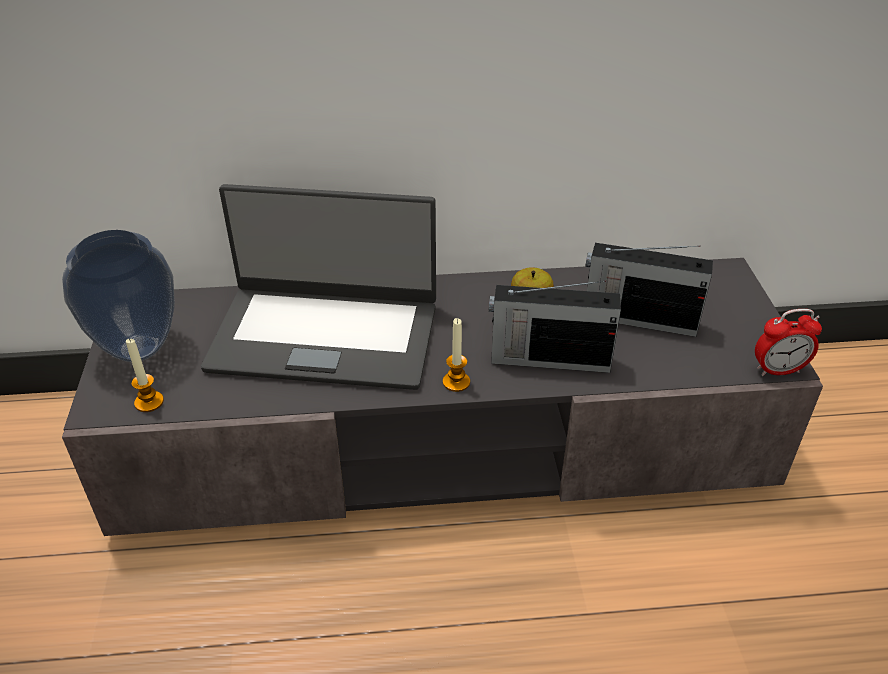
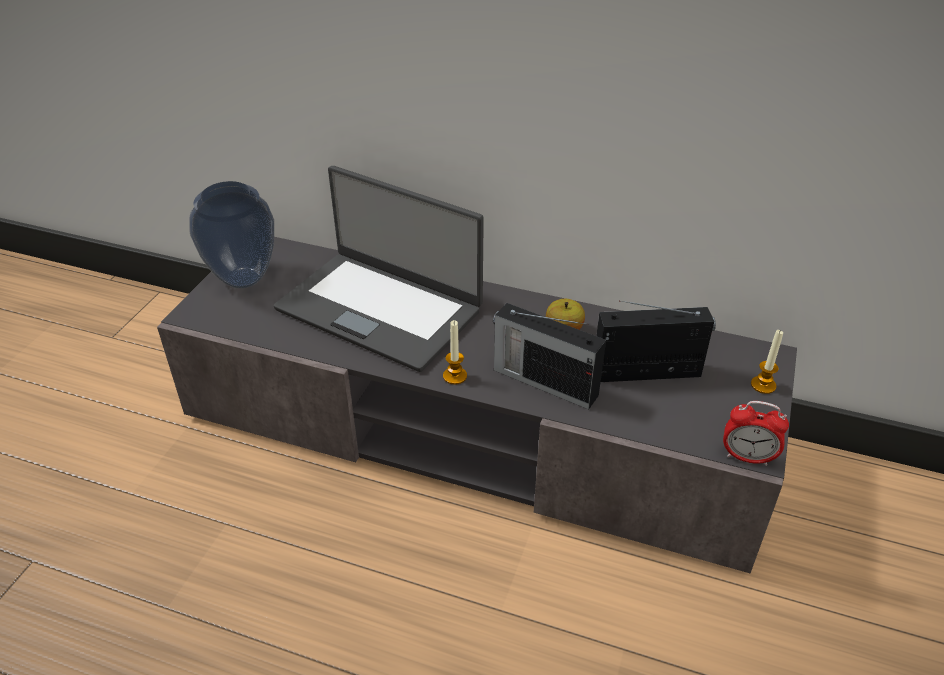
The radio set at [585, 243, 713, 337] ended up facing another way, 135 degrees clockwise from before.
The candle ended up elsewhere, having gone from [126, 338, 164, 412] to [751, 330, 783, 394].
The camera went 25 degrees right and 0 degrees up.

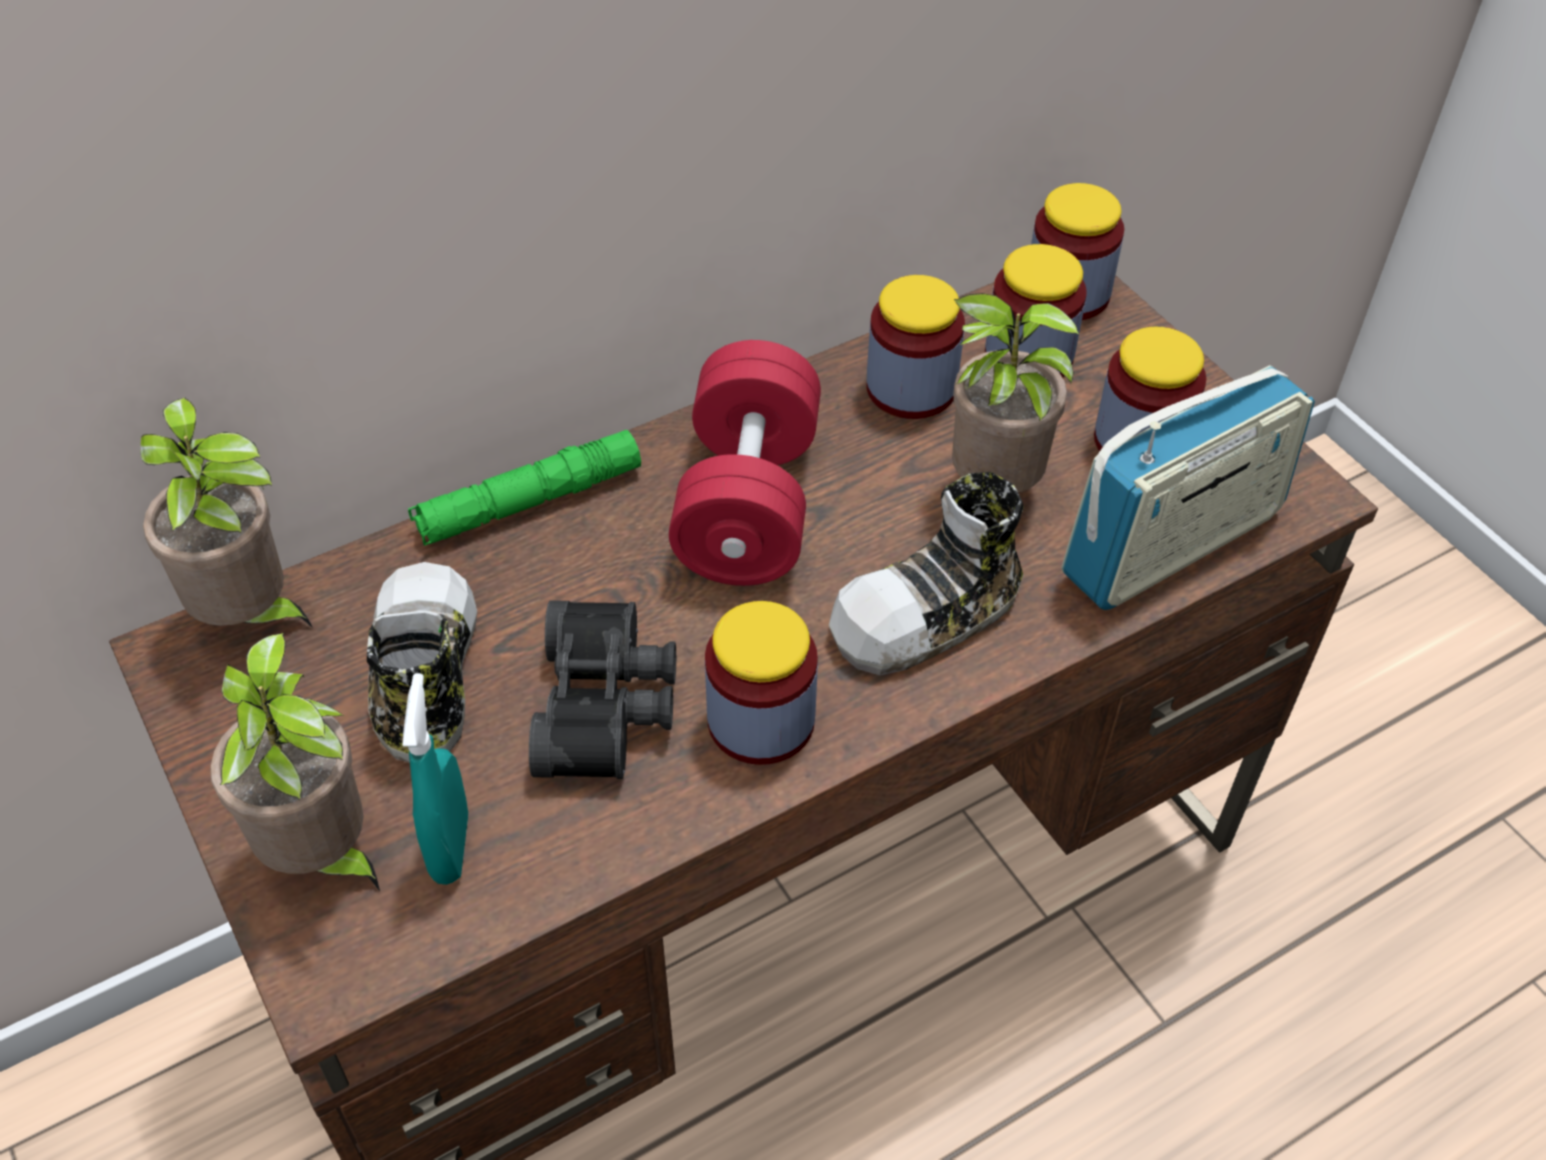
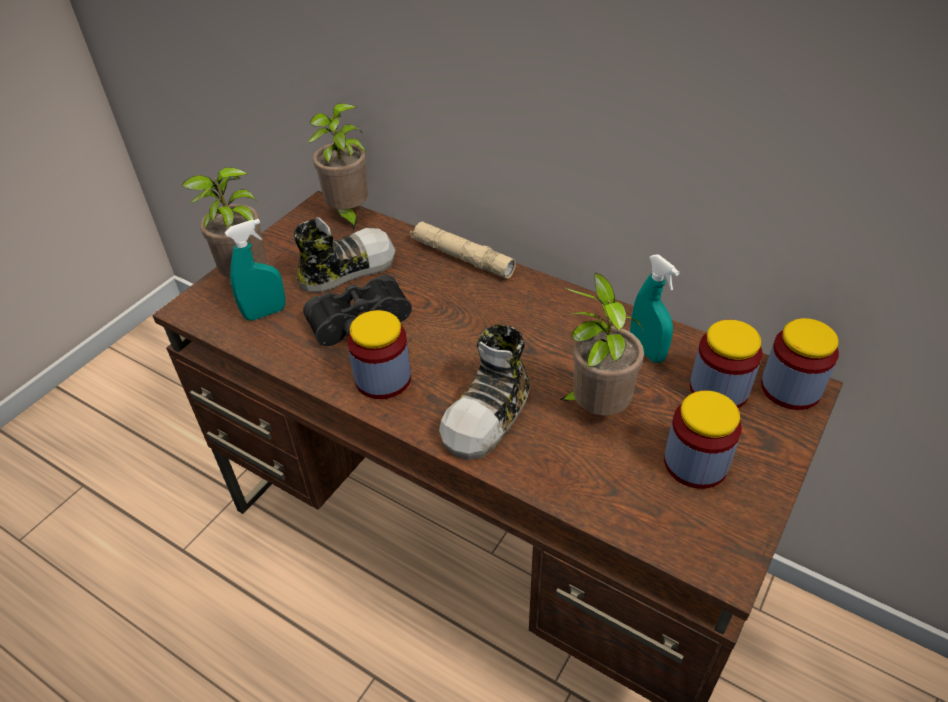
Where the jar stood at [866, 275, 965, 419], the turquoise-coloured sprayer came to stand at [630, 255, 680, 363].
The second view lost the red dumbbell at [669, 340, 821, 586].
The second view lost the radio set at [1061, 365, 1315, 610].
What was the green torch at [408, 430, 641, 546] turned into the sand-coloured torch at [410, 221, 516, 279].
The low shoe at [829, 472, 1024, 675] ended up facing another way, 90 degrees counterclockwise from before.
The camera went 65 degrees right and 5 degrees down.

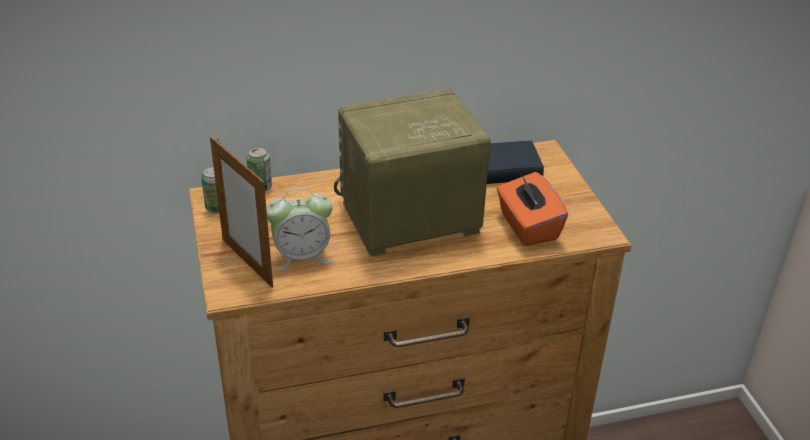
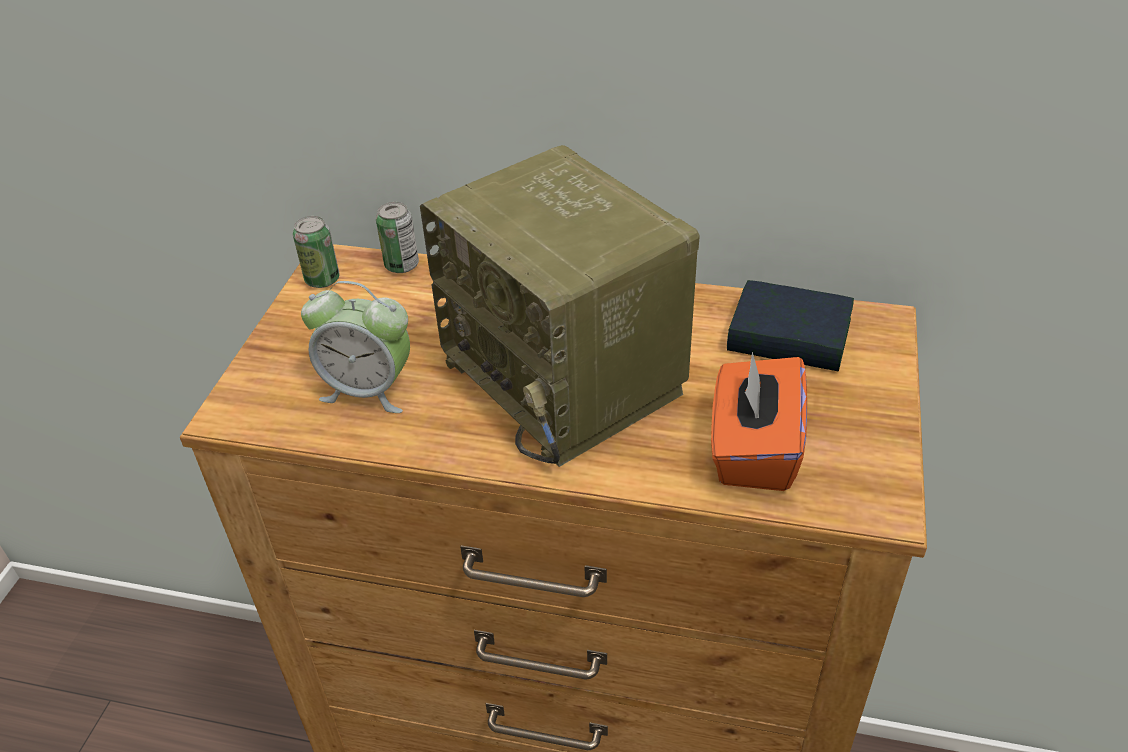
The radio set at [334, 89, 491, 257] ended up facing another way, 135 degrees counterclockwise from before.
The second view lost the photo frame at [210, 137, 273, 288].
The camera went 30 degrees right and 5 degrees up.

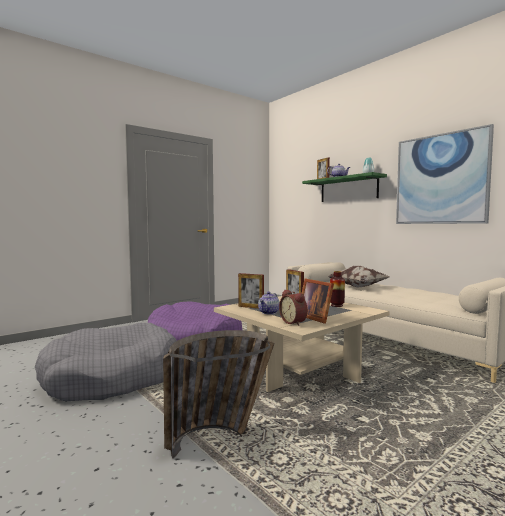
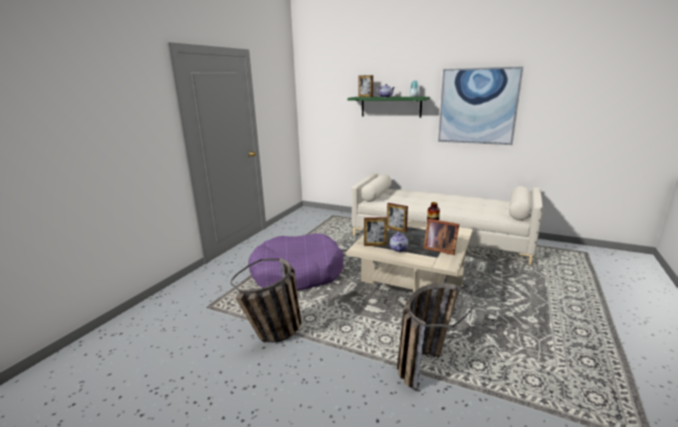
The second view lost the pillow at [329, 265, 389, 288].
The second view lost the table clock at [279, 290, 308, 326].
Where the grey dog bed stood at [35, 323, 177, 401], the storage basket came to stand at [231, 258, 302, 343].
The camera went 25 degrees left and 15 degrees up.

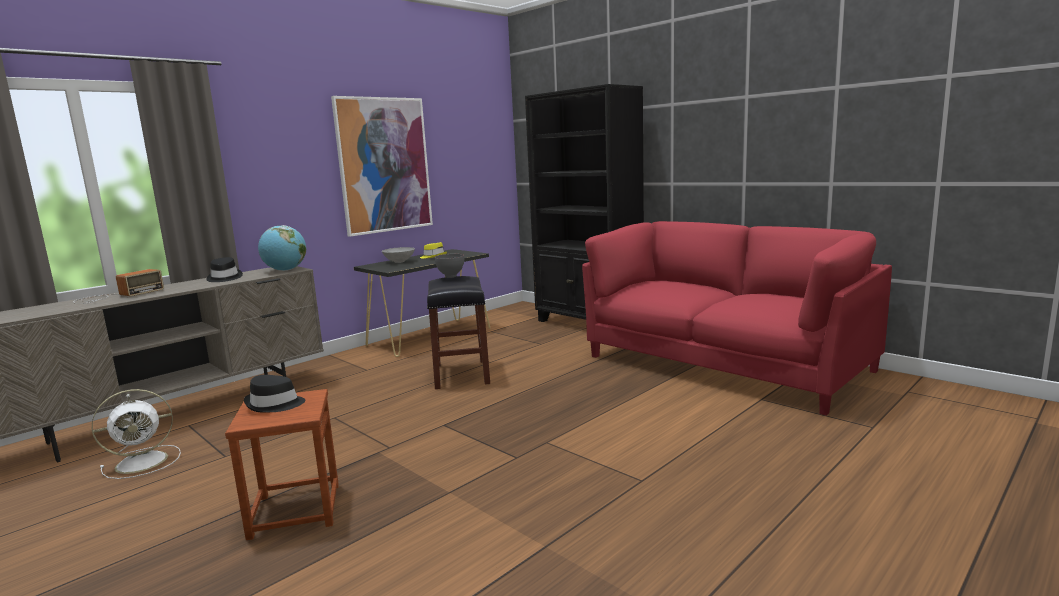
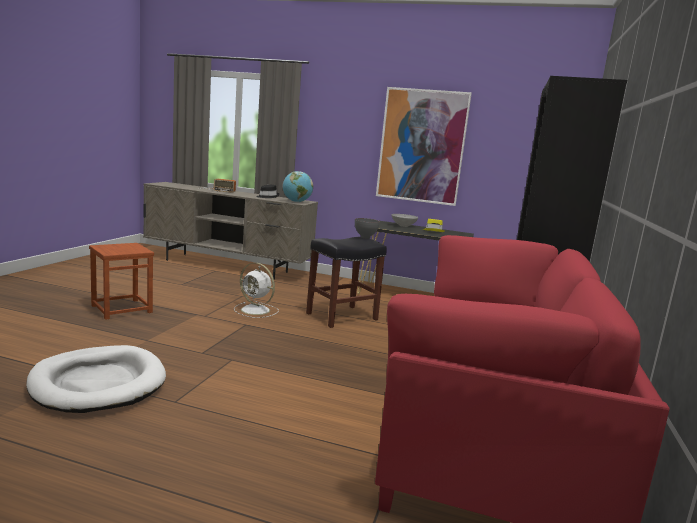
The second view lost the black-coloured wearable hat at [244, 375, 305, 412].
The whitish electric fan ended up elsewhere, having gone from [92, 389, 181, 479] to [234, 263, 279, 318].
The second view gained the whitish dog bed at [26, 345, 166, 413].
The camera went 60 degrees right and 0 degrees up.

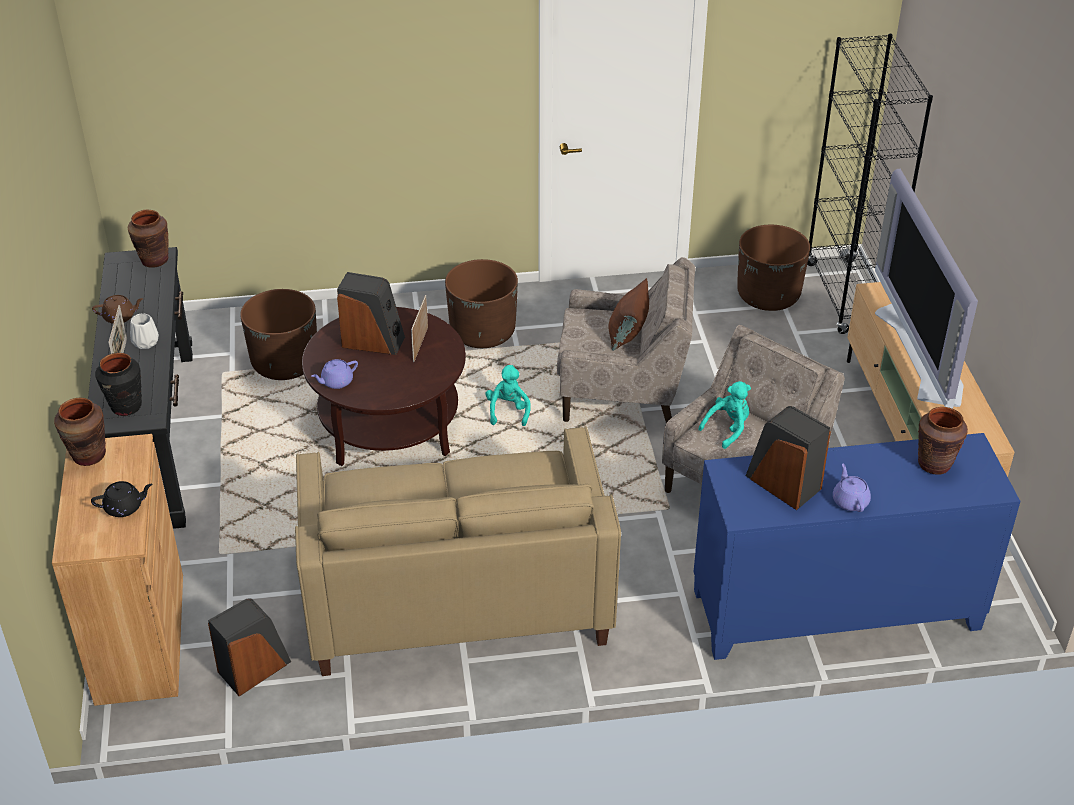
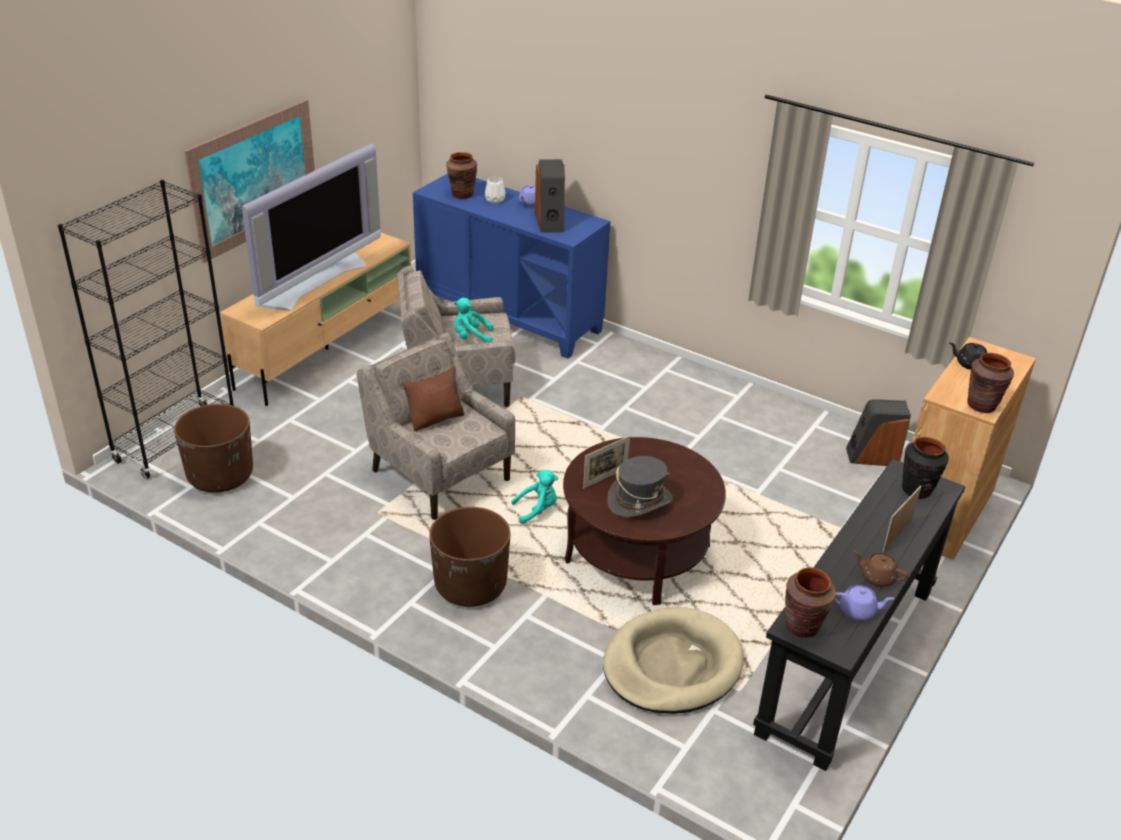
Where the loudspeaker stood at [337, 272, 405, 355], the grey wearable hat came to stand at [607, 456, 673, 517].
Where the brown plant pot stood at [240, 289, 317, 380], the sand-coloured dog bed came to stand at [603, 607, 744, 714].
The whitish flower vase ended up elsewhere, having gone from [130, 314, 159, 349] to [485, 177, 505, 203].
The purple pot for tea ended up elsewhere, having gone from [311, 359, 358, 389] to [834, 585, 894, 620].
The turquoise-coloured cuddly toy at [485, 365, 531, 426] ended up facing another way, 150 degrees counterclockwise from before.
The second view lost the sand-coloured settee at [295, 426, 621, 676].
The second view gained the picture at [184, 100, 315, 263].
The camera went 140 degrees left and 5 degrees down.

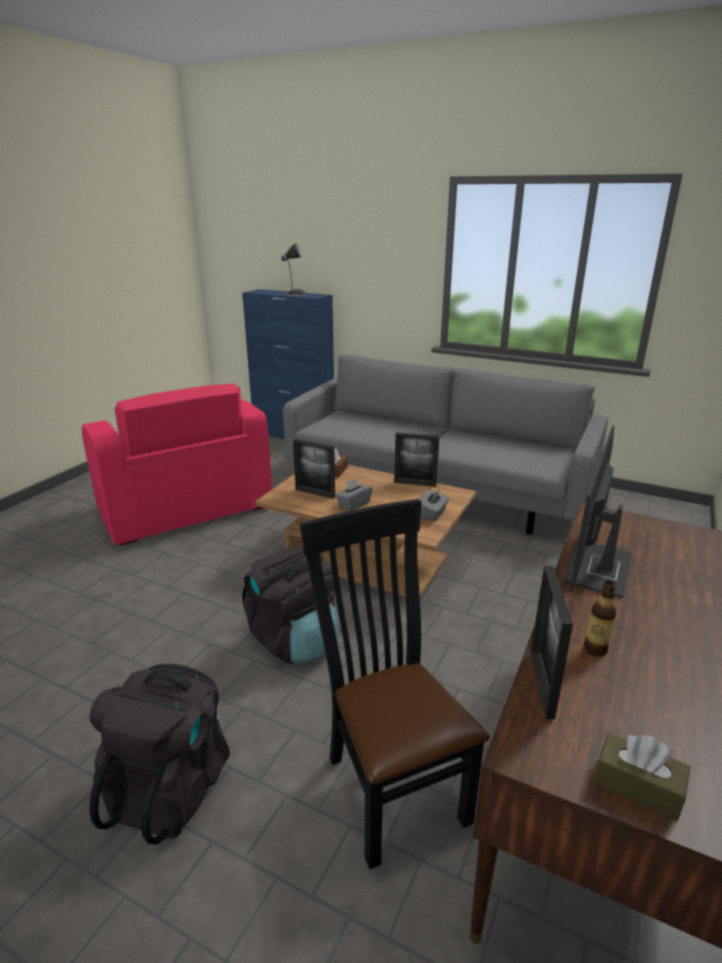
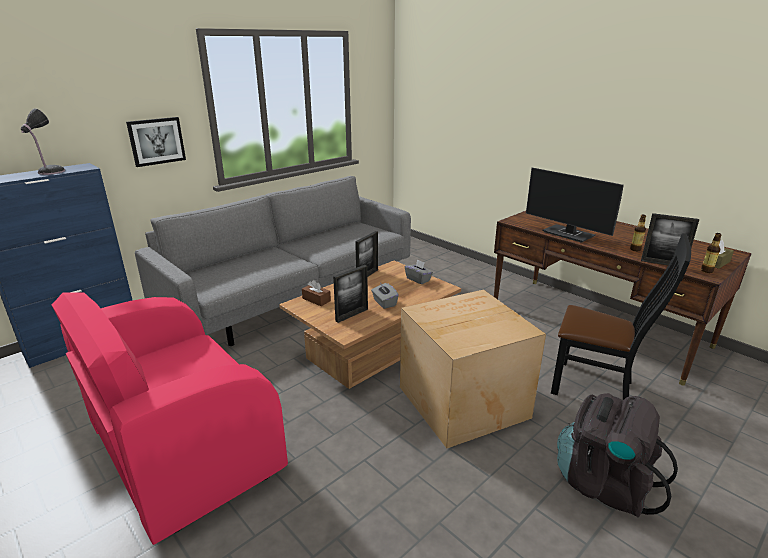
The pink easy chair at [82, 383, 272, 545] ended up facing another way, 150 degrees clockwise from before.
The black-coloured plain chair at [299, 499, 490, 869] ended up facing another way, 150 degrees counterclockwise from before.
Where the black-coloured rucksack stood at [242, 545, 339, 664], the cardboard box came to stand at [400, 289, 546, 448].
The second view gained the picture at [126, 117, 186, 167].
The second view gained the bottle at [701, 233, 722, 273].
The camera went 70 degrees left and 0 degrees up.

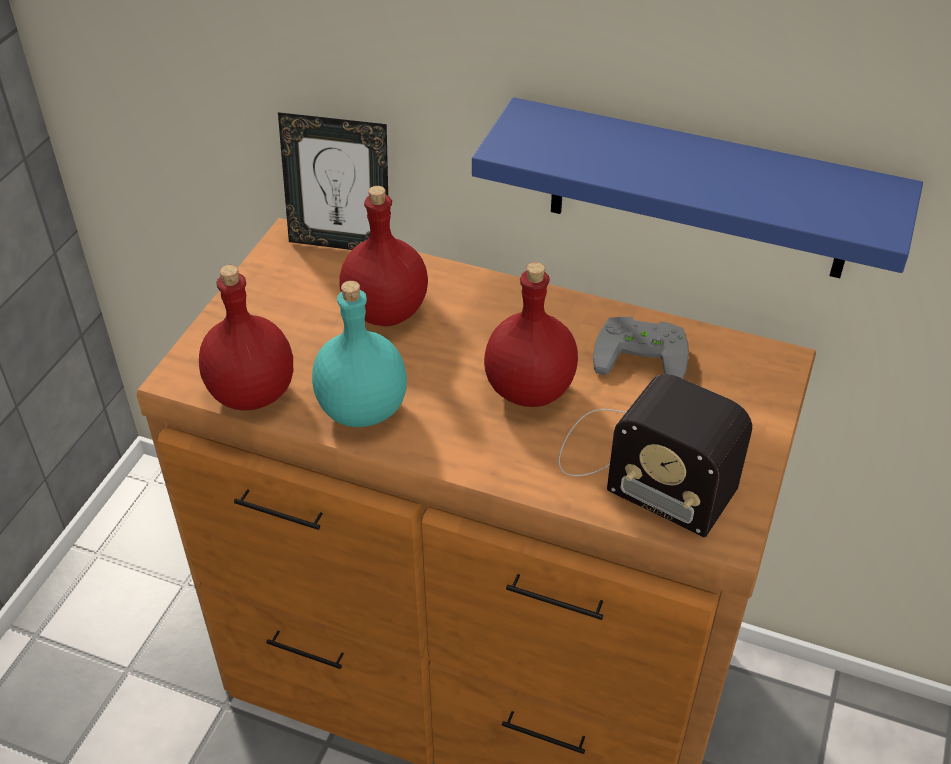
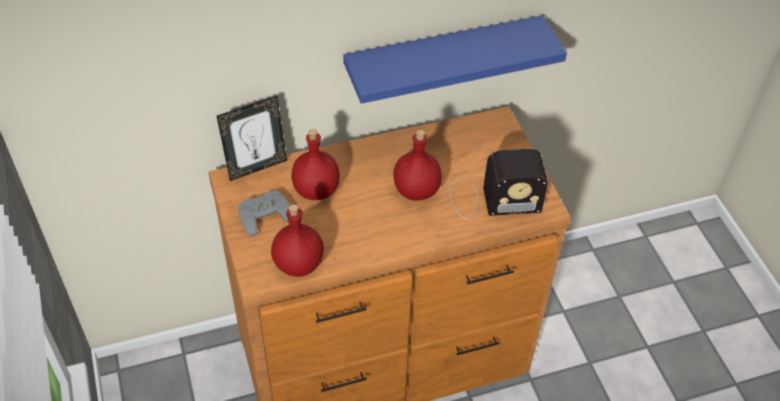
The second view lost the turquoise-coloured bottle at [312, 281, 407, 427].
The grey gamepad ended up elsewhere, having gone from [593, 317, 689, 379] to [238, 191, 290, 237].
The camera went 40 degrees left and 5 degrees up.

